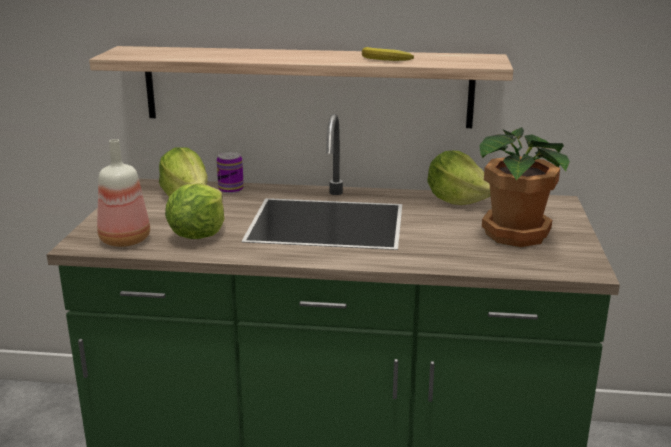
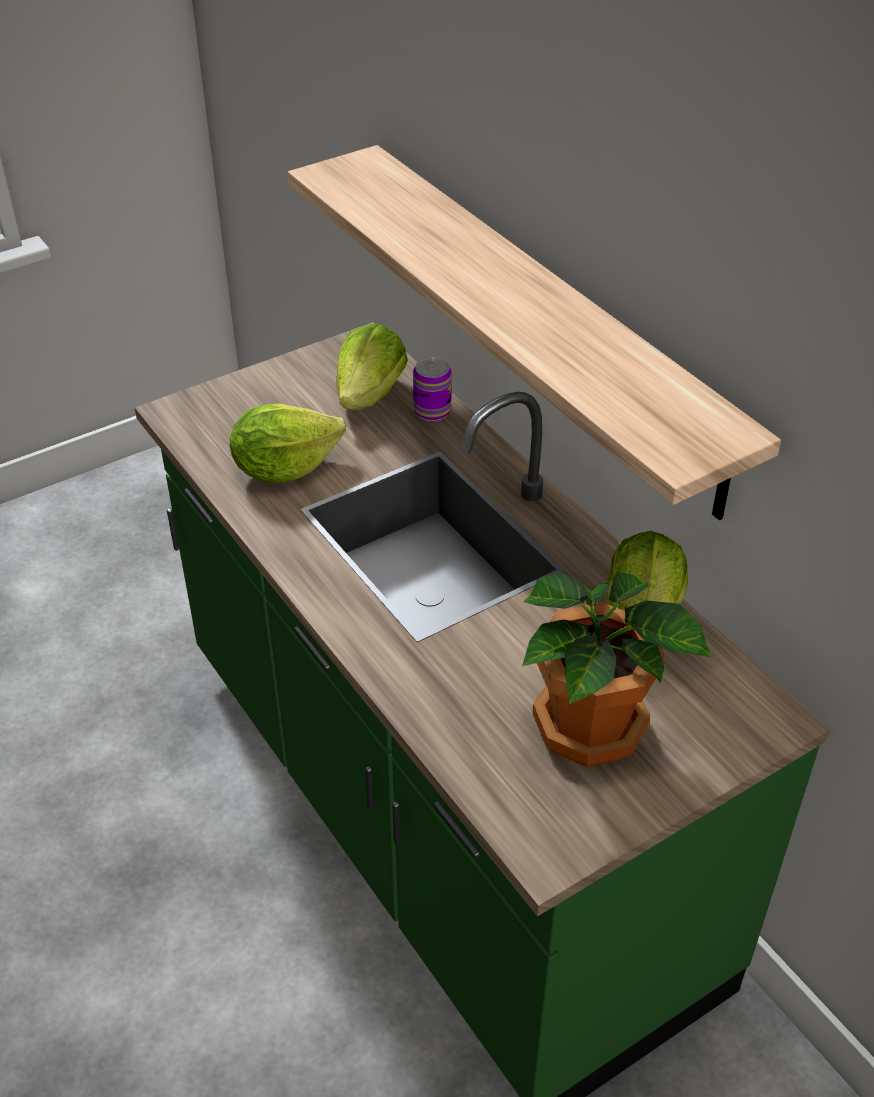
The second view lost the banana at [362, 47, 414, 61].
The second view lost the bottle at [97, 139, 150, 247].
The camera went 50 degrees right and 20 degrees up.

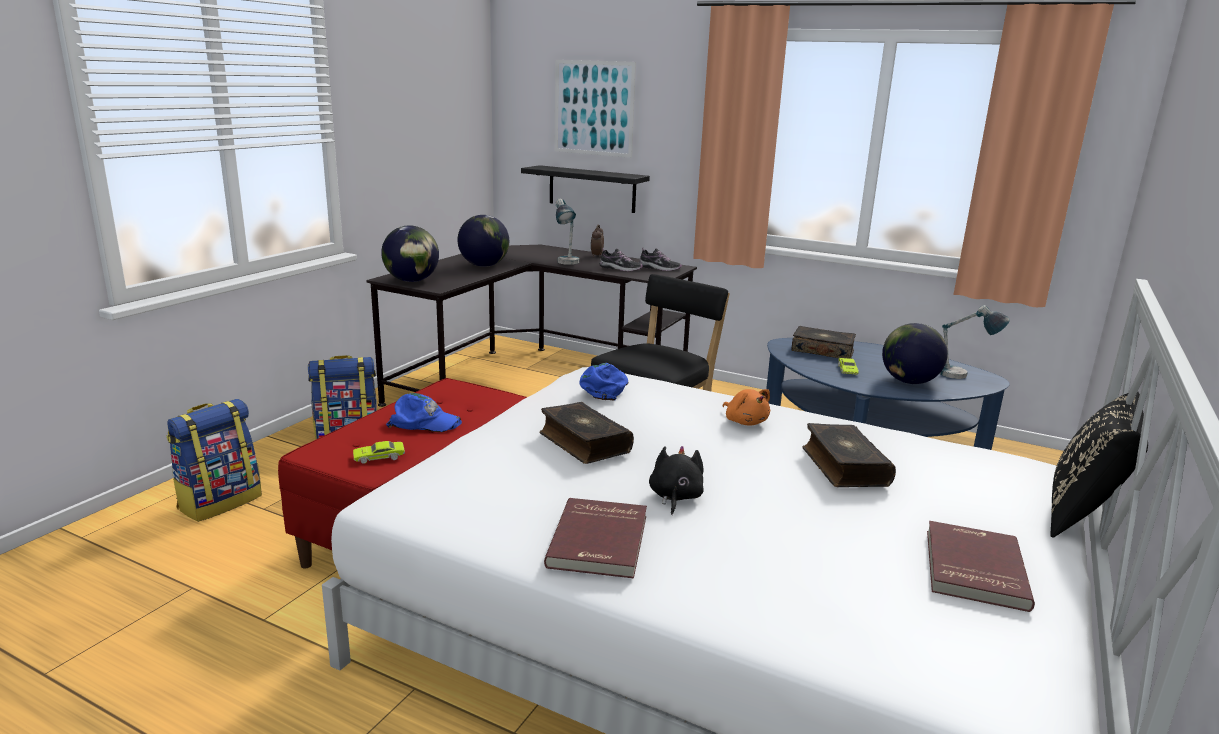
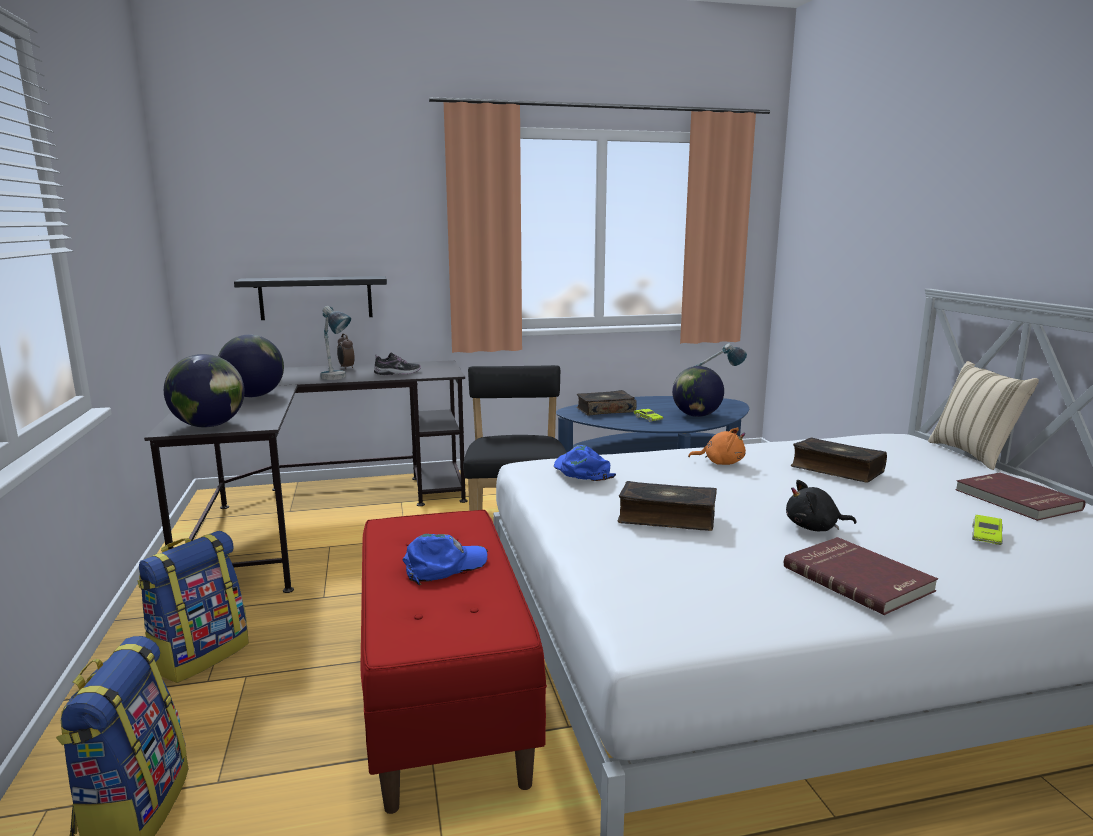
The second view lost the picture at [554, 60, 636, 158].
The second view lost the low shoe at [639, 248, 682, 271].
What was the black-coloured pillow at [1050, 392, 1148, 538] turned into the sand-coloured pillow at [928, 361, 1039, 470].
The green toy car ended up elsewhere, having gone from [353, 441, 405, 464] to [972, 515, 1003, 545].
The black-coloured cuddly toy at [649, 446, 704, 515] ended up facing another way, 60 degrees counterclockwise from before.
The camera went 40 degrees left and 5 degrees down.

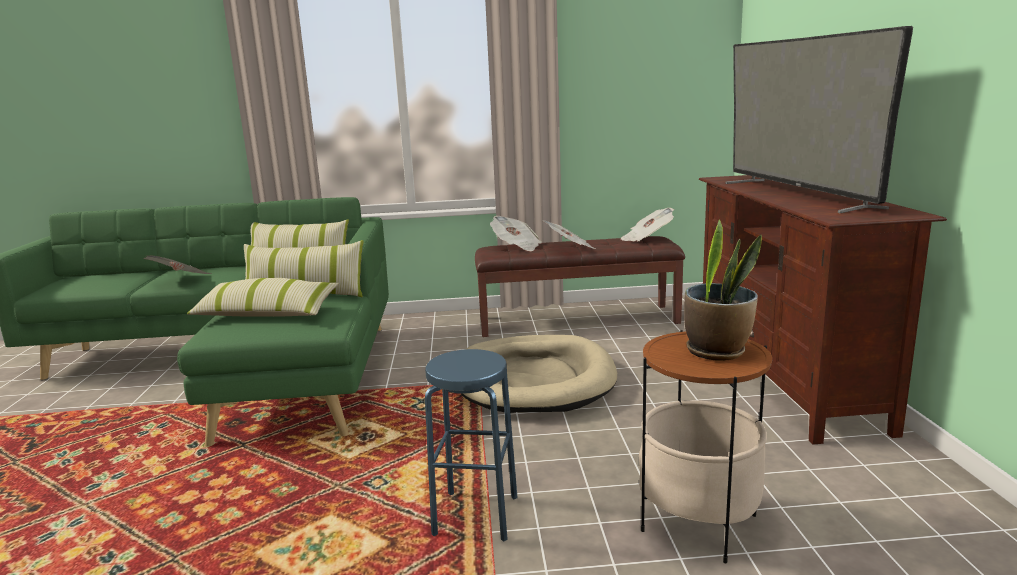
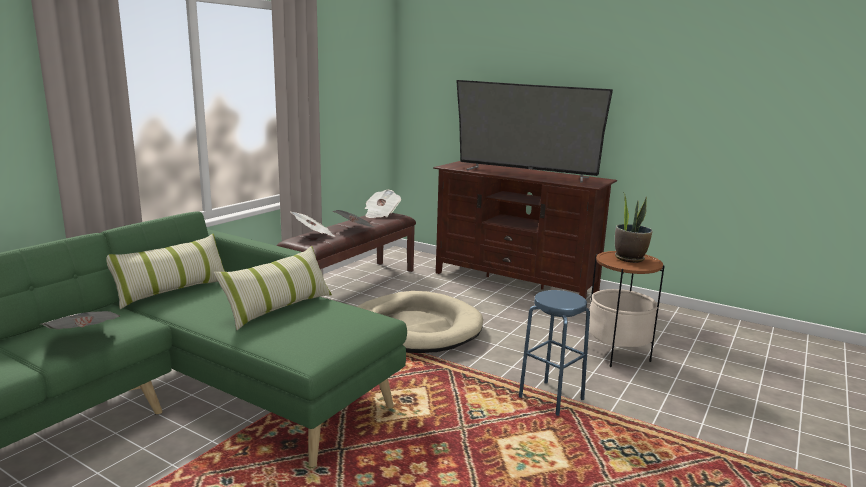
The second view lost the pillow at [187, 278, 339, 317].
The camera went 55 degrees left and 0 degrees up.

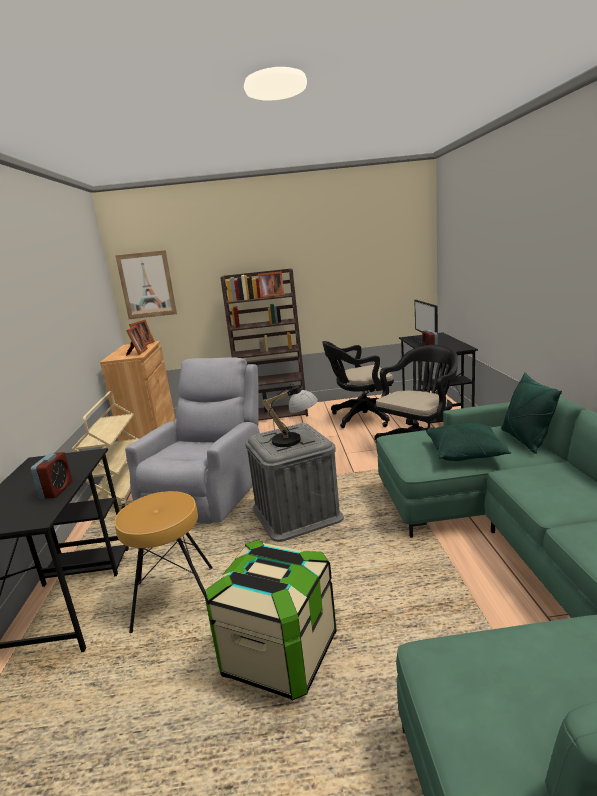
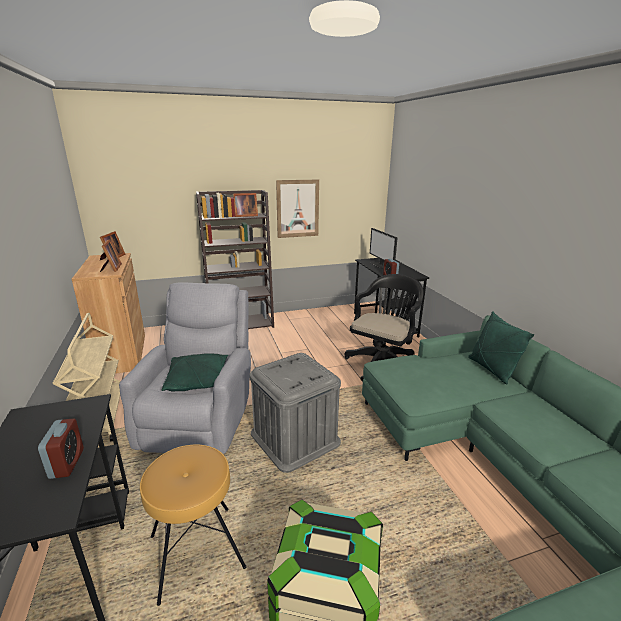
The picture ended up elsewhere, having gone from [115, 250, 177, 319] to [276, 180, 319, 238].
The second view lost the black-coloured computer chair at [322, 341, 394, 428].
The second view lost the table lamp at [261, 384, 318, 447].
The green pillow ended up elsewhere, having gone from [426, 423, 511, 461] to [162, 353, 228, 391].
The camera went 15 degrees left and 5 degrees up.

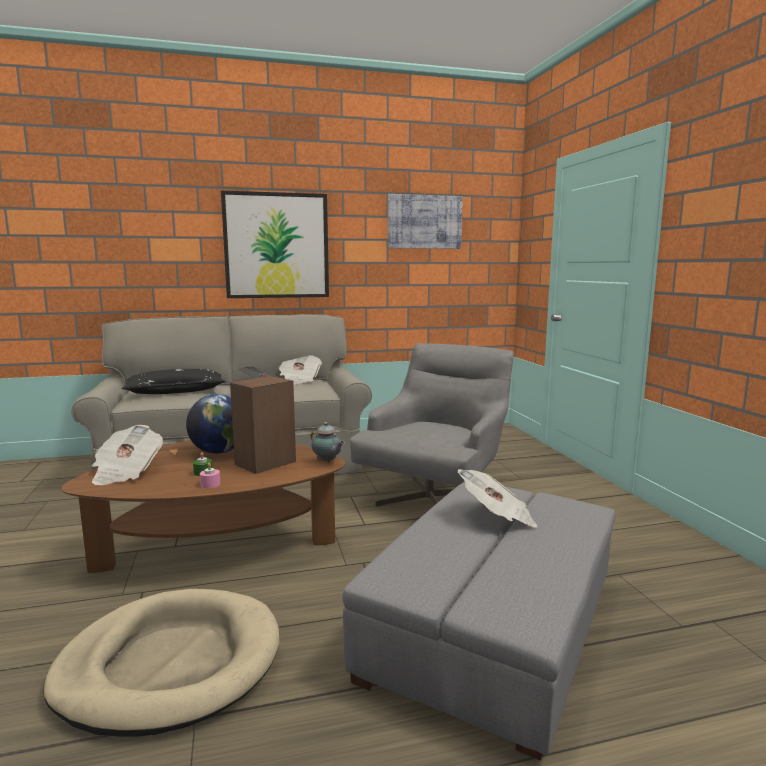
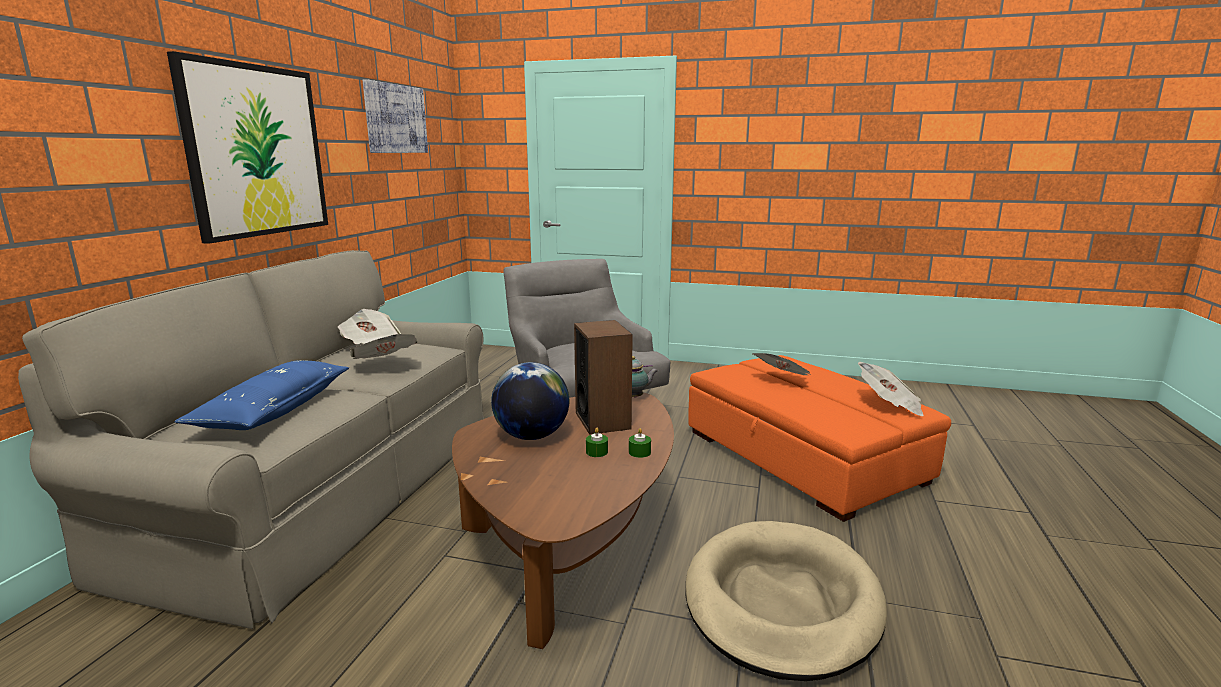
What was the black-coloured pillow at [122, 369, 225, 394] turned into the bluish pillow at [174, 360, 349, 430].
The newspaper ended up elsewhere, having gone from [92, 425, 163, 485] to [858, 362, 923, 416].
What was the pink candle at [200, 463, 220, 488] turned into the green candle at [629, 428, 651, 458].
What was the grey pouffe at [342, 482, 616, 760] turned into the orange-coloured pouffe at [688, 355, 951, 522].
The camera went 60 degrees left and 5 degrees up.

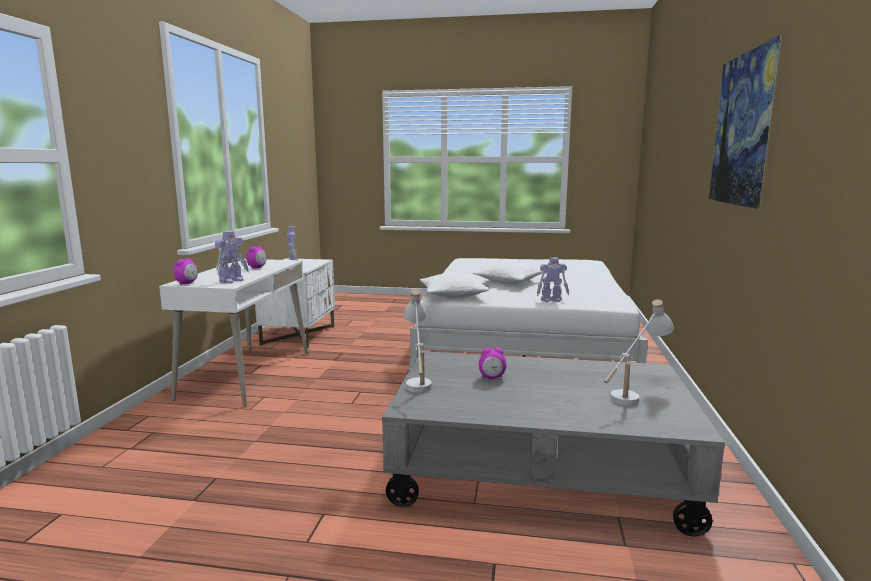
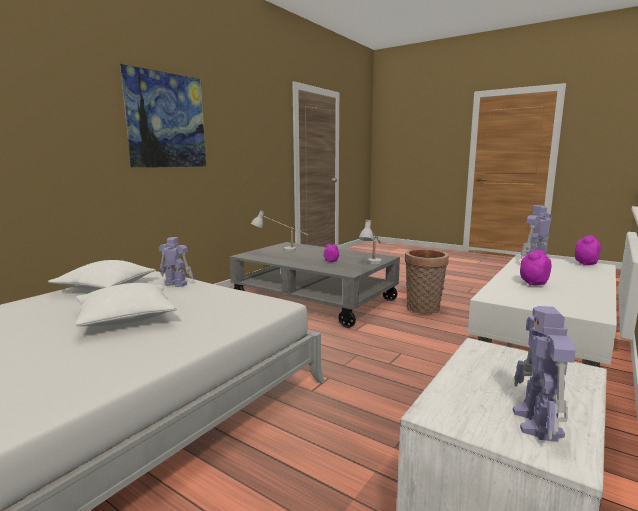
The whitish pillow ended up elsewhere, having gone from [420, 273, 489, 298] to [48, 260, 156, 290].
The second view gained the storage basket at [405, 249, 449, 314].
The camera went 155 degrees left and 0 degrees up.

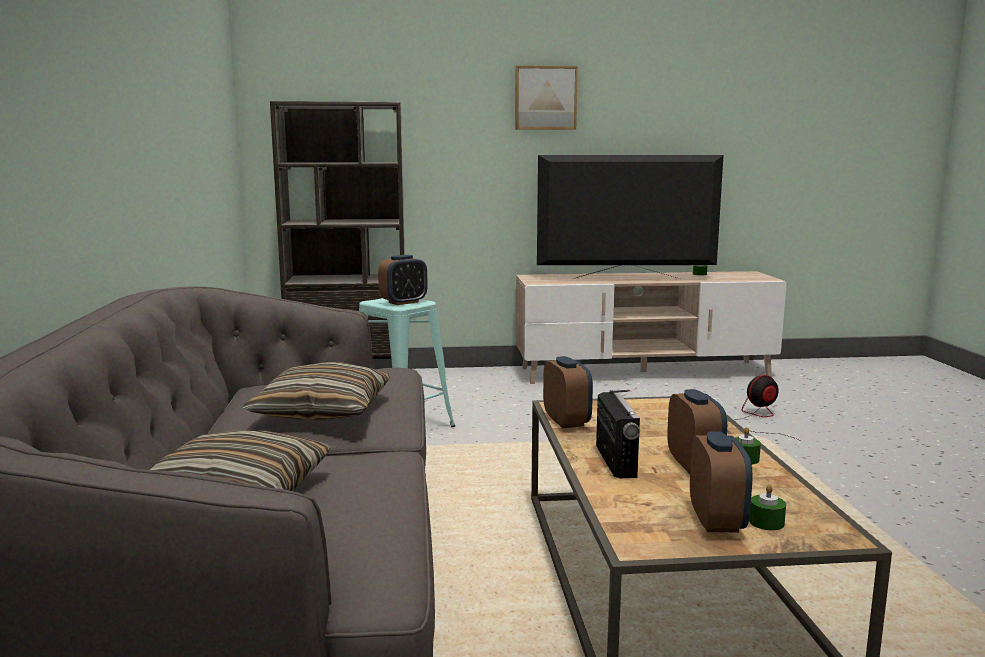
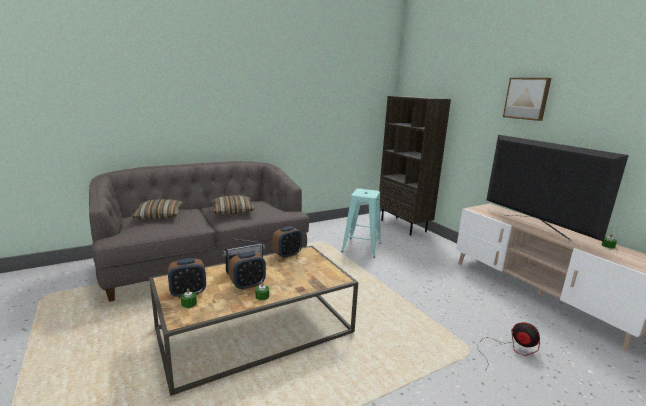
The second view lost the table clock at [378, 255, 428, 305].
The camera went 65 degrees right and 5 degrees up.

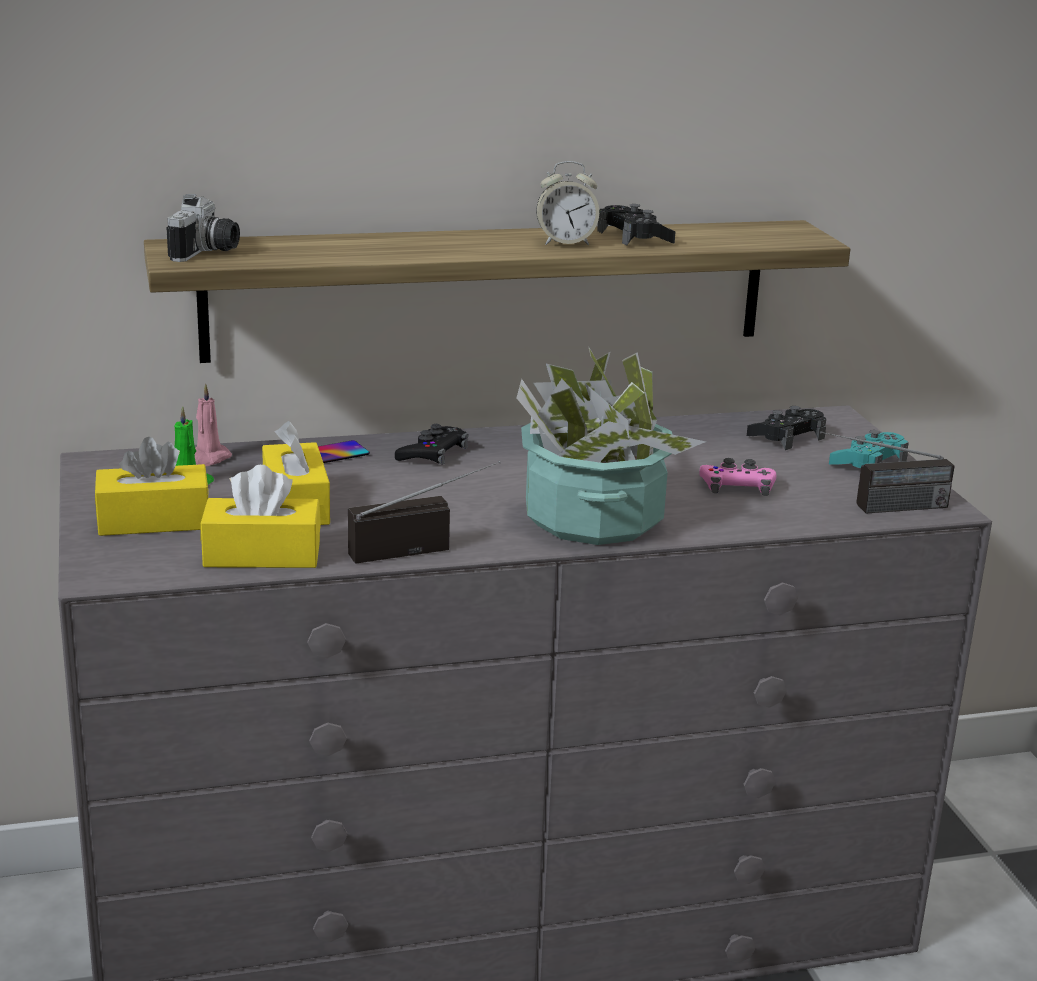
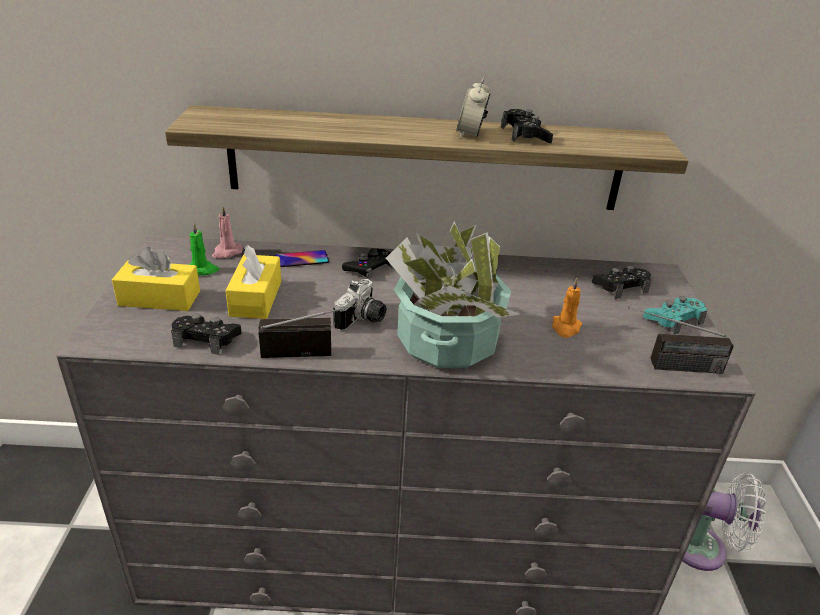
The table clock at [536, 161, 599, 245] ended up facing another way, 90 degrees clockwise from before.
The photo camera ended up elsewhere, having gone from [166, 194, 240, 262] to [333, 279, 386, 331].
Where the pink gamepad stood at [699, 458, 776, 496], the orange-coloured candle came to stand at [552, 278, 582, 338].
Where the yellow-coloured tissue holder stood at [201, 465, 321, 568], the black-coloured gamepad came to stand at [171, 314, 241, 355].
The second view gained the whitish electric fan at [682, 473, 766, 571].
The camera went 15 degrees right and 10 degrees up.

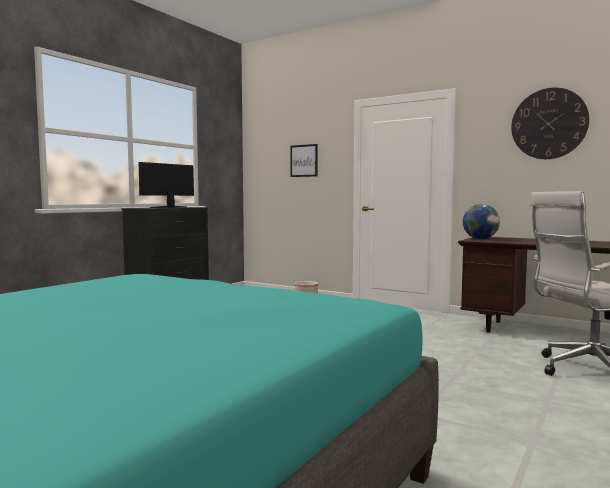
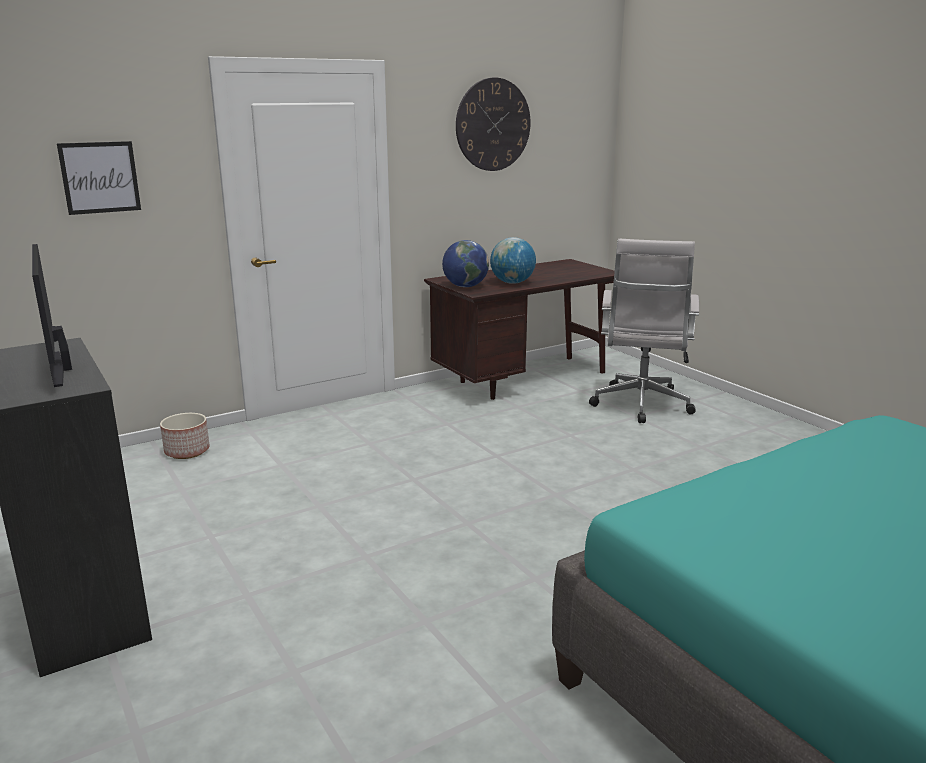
The second view gained the desk globe at [490, 237, 536, 284].
The camera went 65 degrees left and 15 degrees up.

